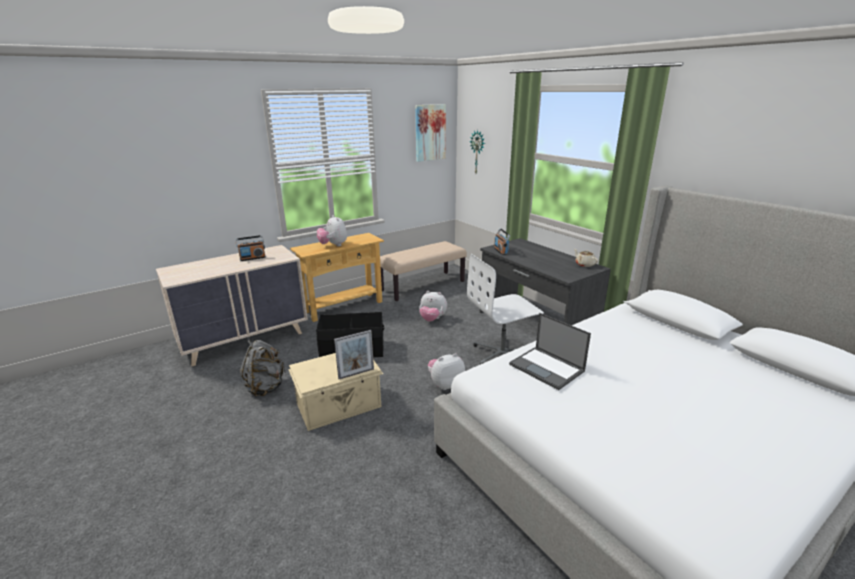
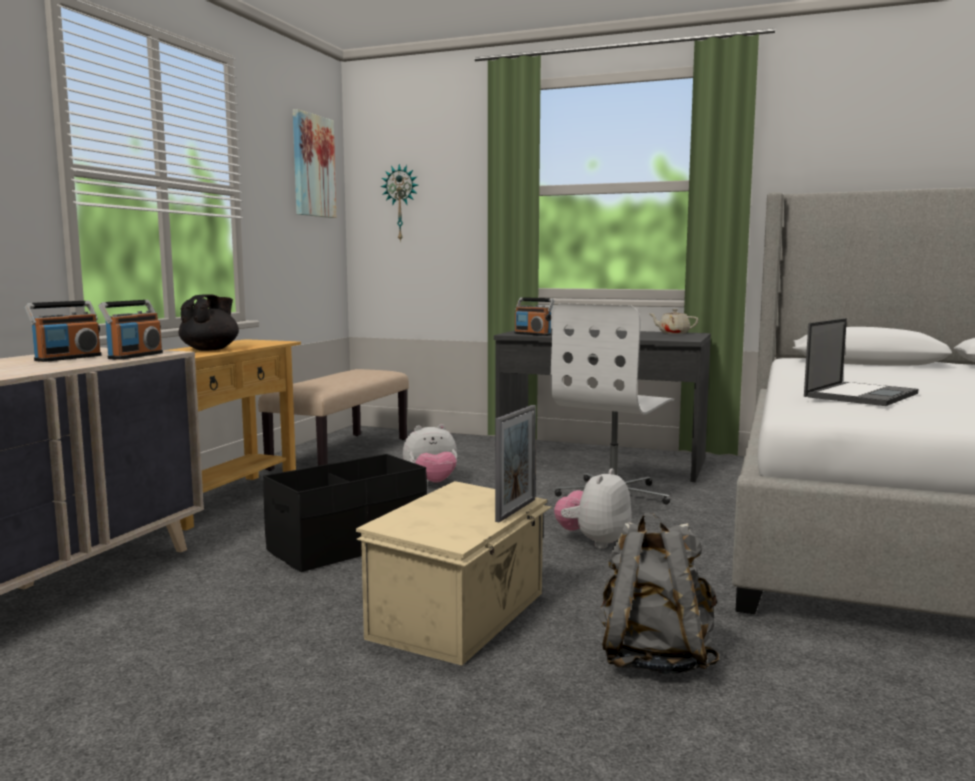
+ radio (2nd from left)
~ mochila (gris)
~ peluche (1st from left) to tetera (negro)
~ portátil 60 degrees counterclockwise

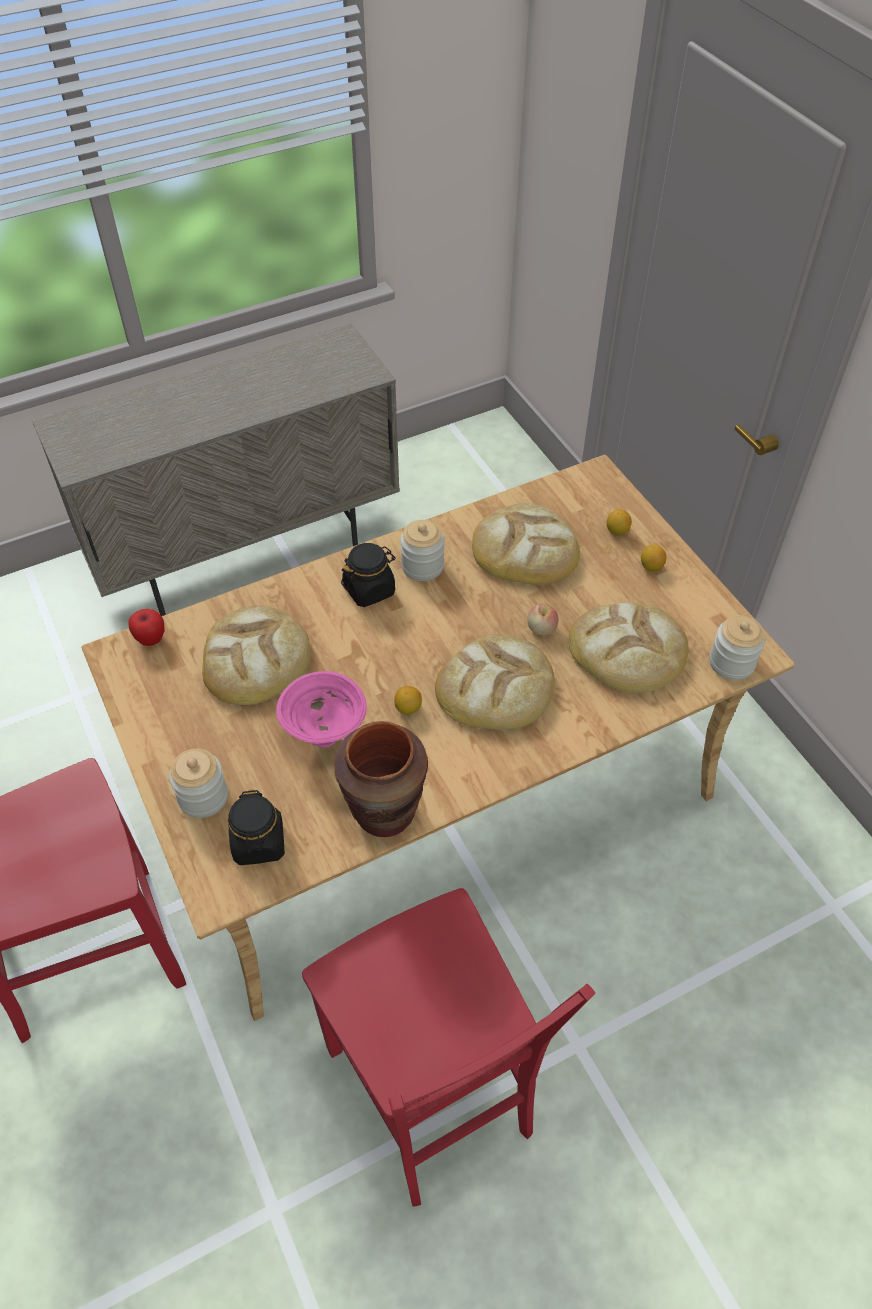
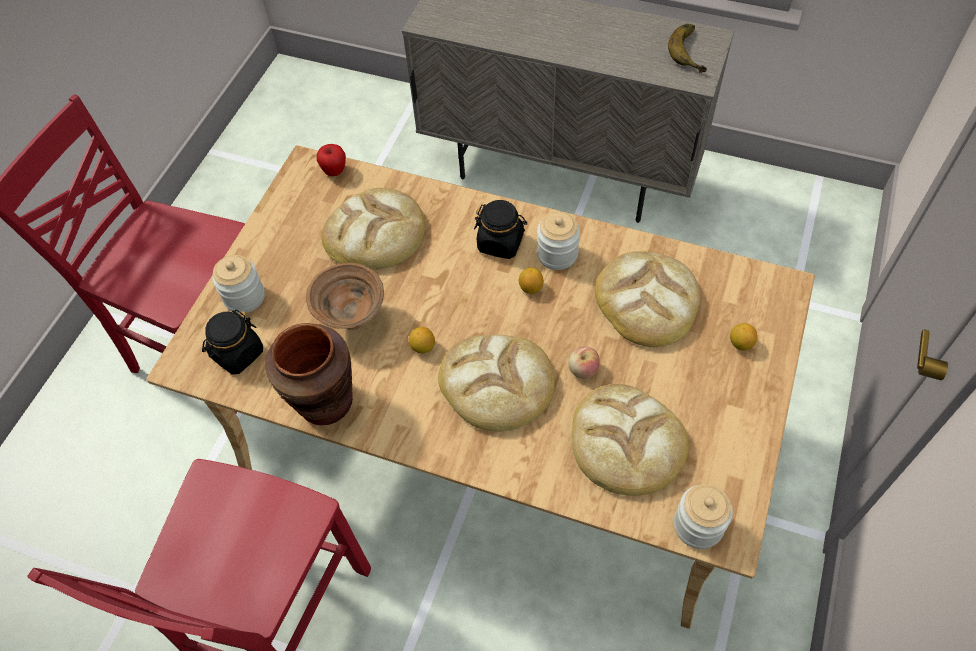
+ plátano
~ limón (3rd from left in the first image) to limón (2nd from left)
~ cuenco (rosa) to cuenco (marrón)

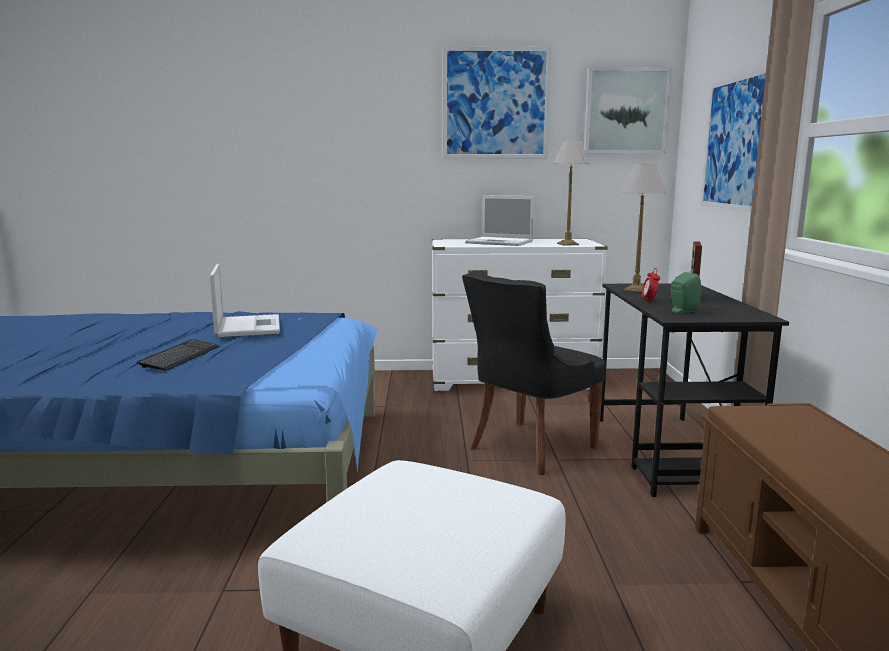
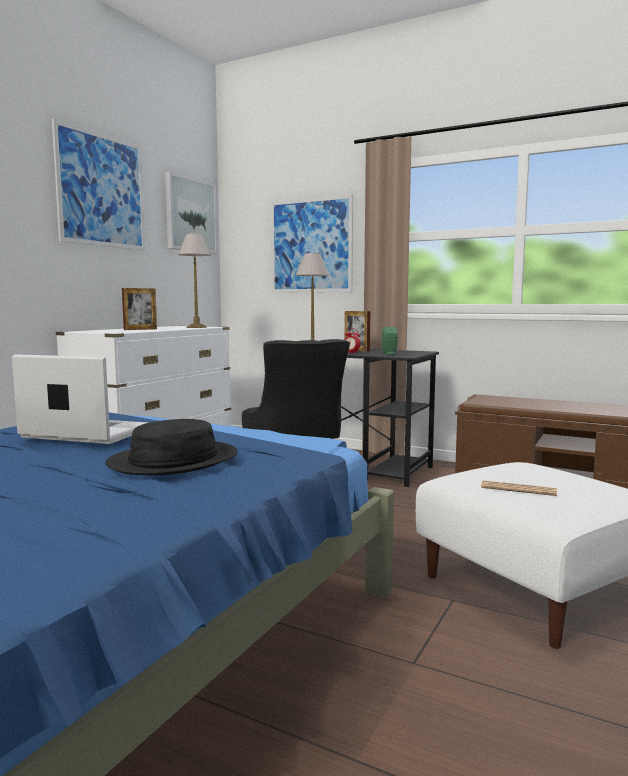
+ periódico
~ teclado to sombrero (negro)
~ portátil (2nd from left) to portarretratos (1st from left)

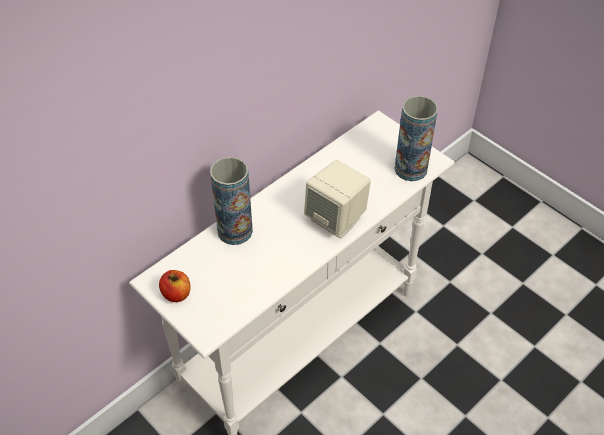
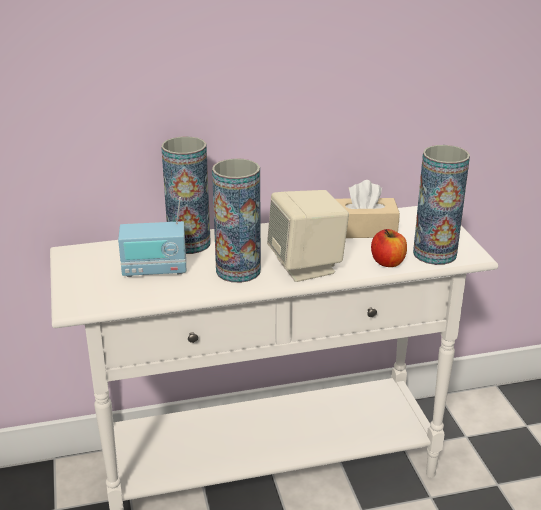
+ radio
+ florero (2nd from left)
+ caja de pañuelos (beis)
~ manzana

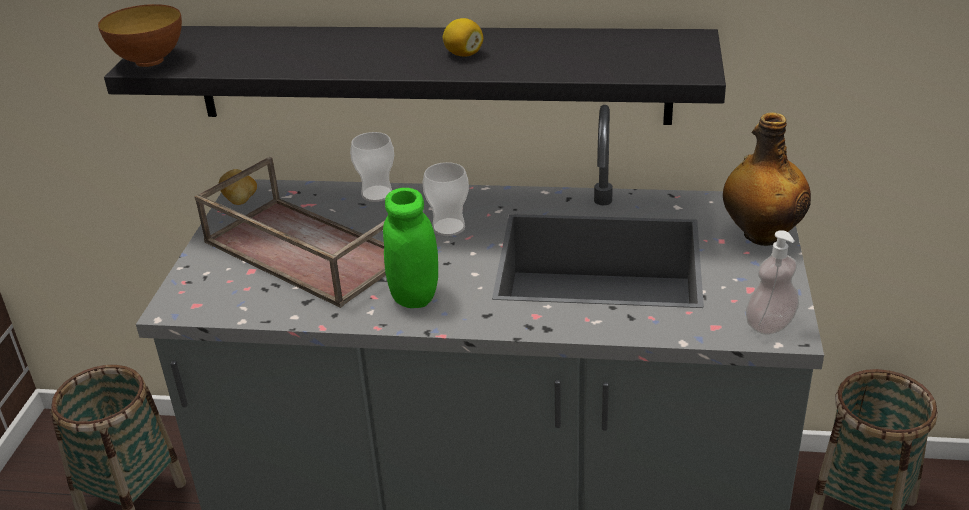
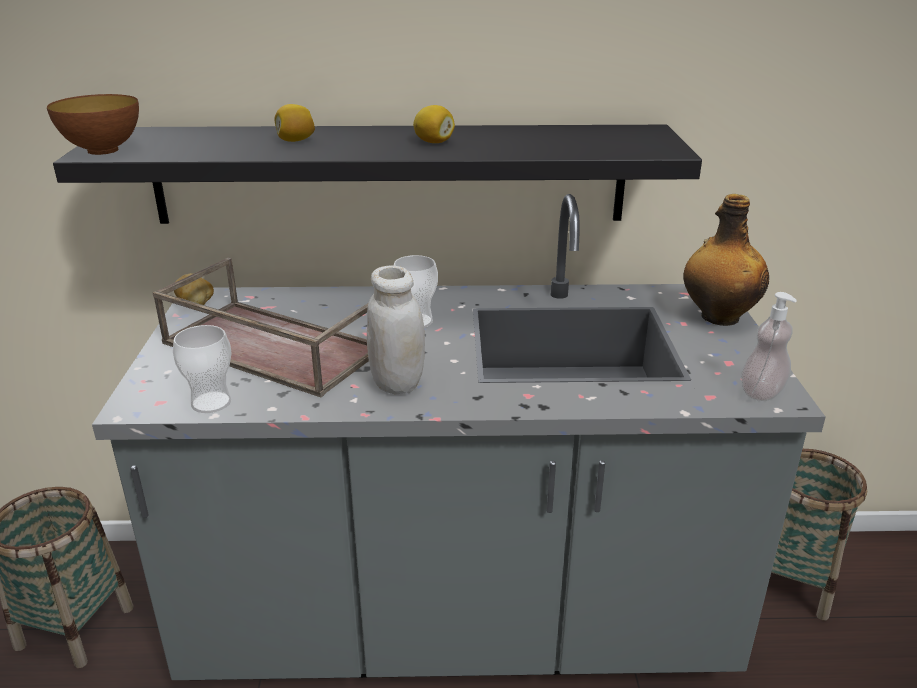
+ limón (1st from left)
~ taza (1st from left)
~ tarro (verde) to tarro (blanco)

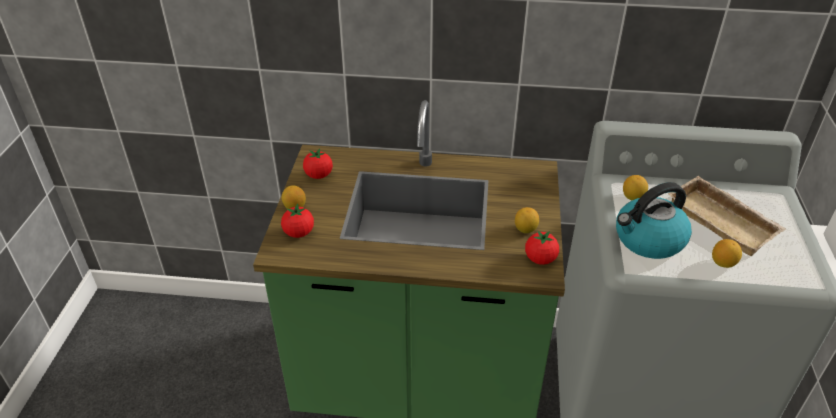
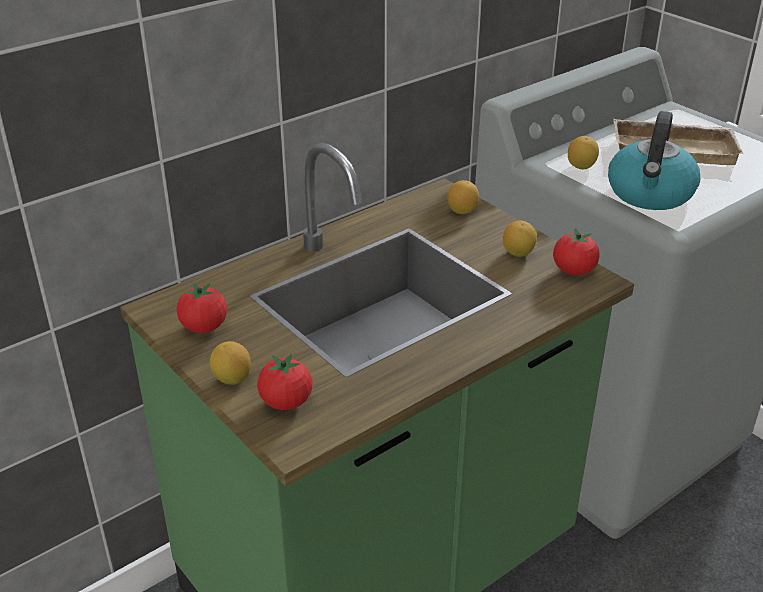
~ limón (4th from left in the first image) to limón (2nd from left)

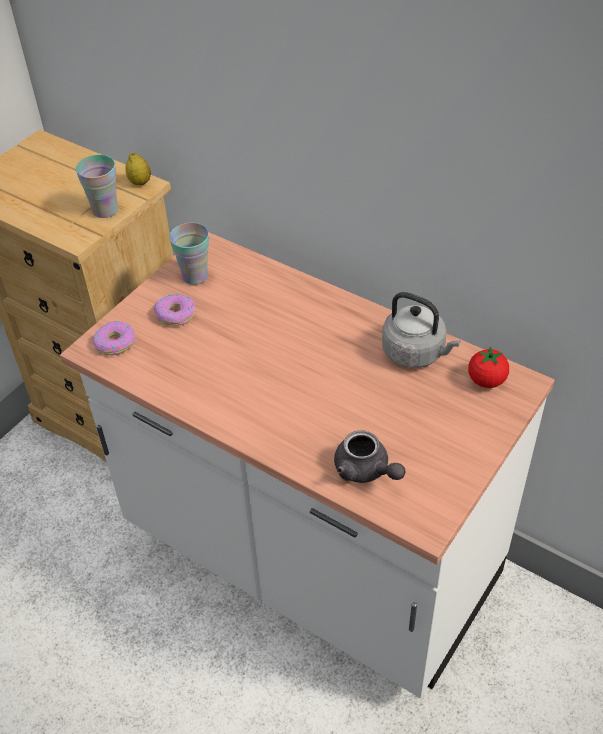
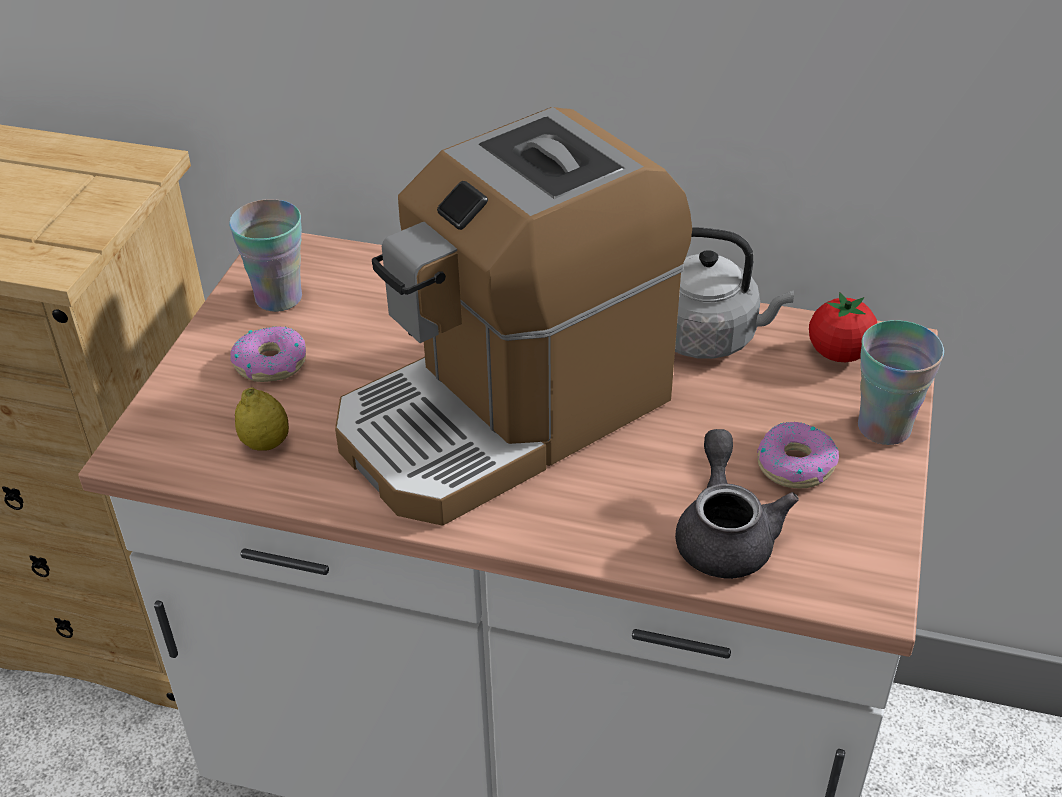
+ cafetera
~ taza (1st from left in the first image) to taza (2nd from left)
~ rosquilla (1st from left in the first image) to rosquilla (2nd from left)
~ limón
~ tetera (gris) 120 degrees counterclockwise

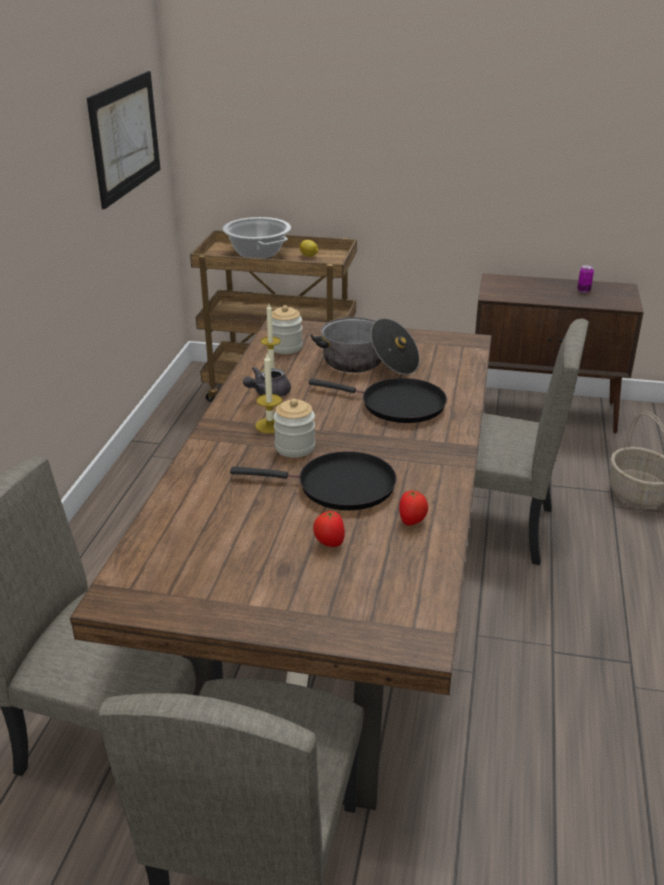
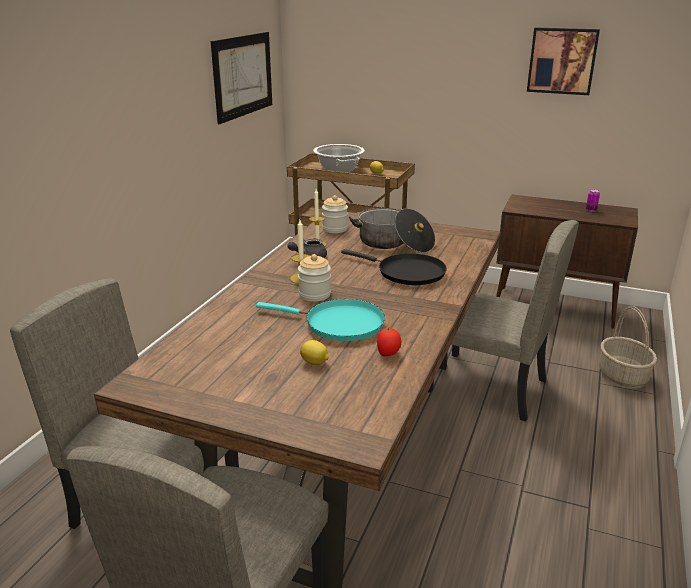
+ cuadro (2nd from left)
~ tomate (1st from left) to limón (1st from left)
~ sartén (negro) (1st from left) to sartén (turquesa)

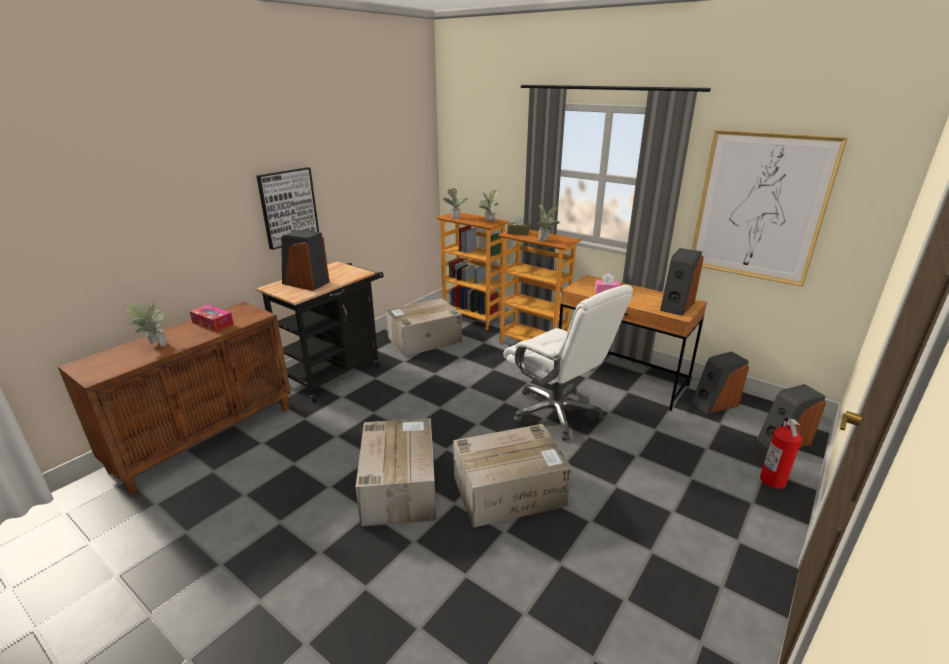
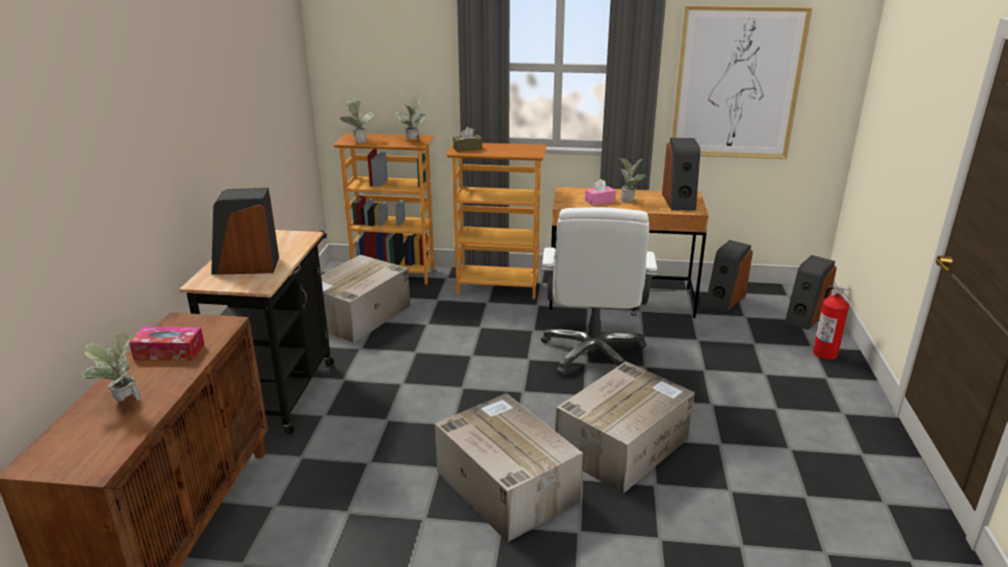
- cuadro (1st from left)
~ planta en maceta (4th from left)
~ silla de oficina (blanco) 75 degrees clockwise

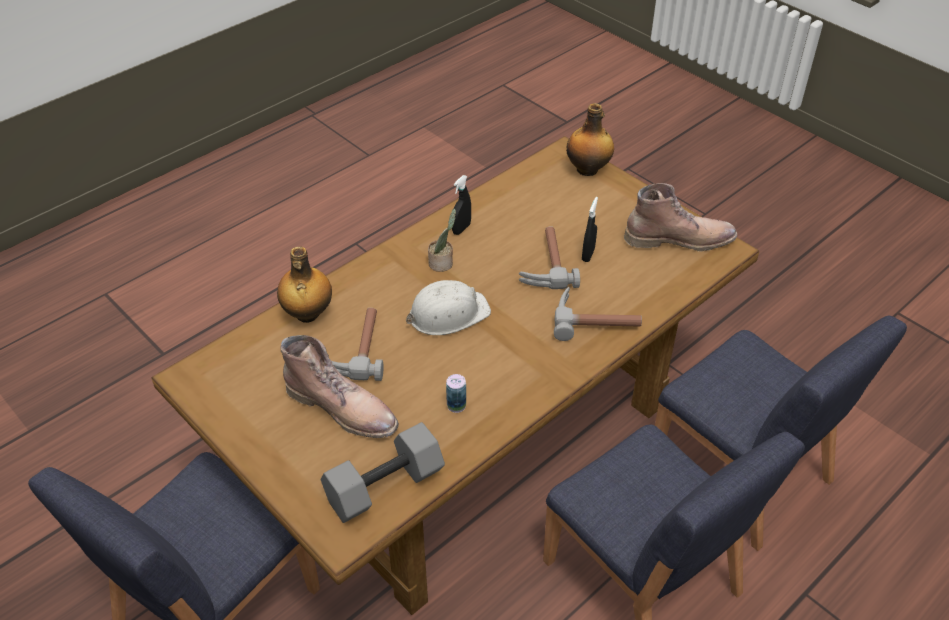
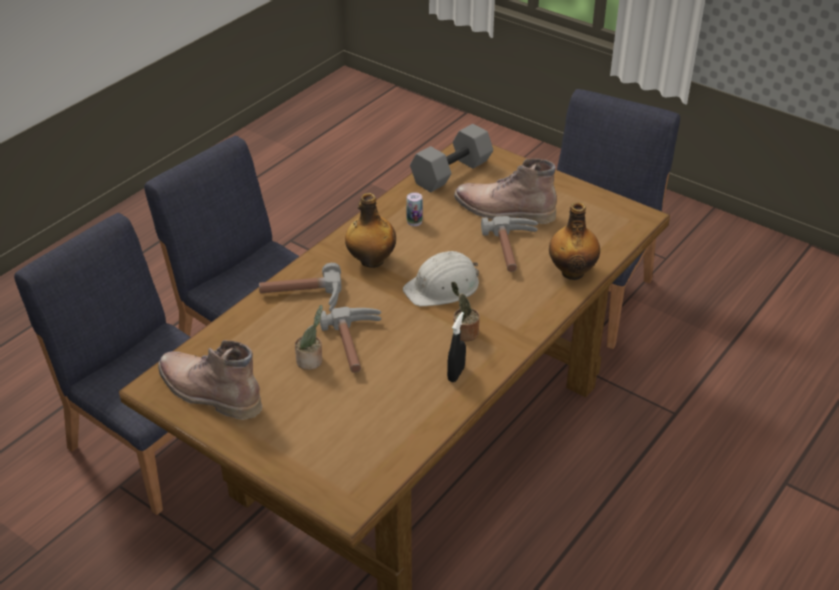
~ botella (2nd from left in the first image) to botella (1st from left)
~ pulverizador (negro) (2nd from left) to planta en maceta (1st from left)
~ bota (marrón) (2nd from left in the first image) 45 degrees clockwise

